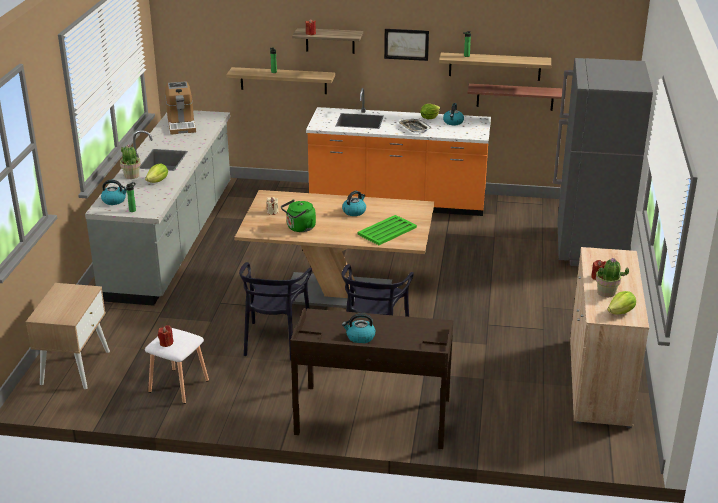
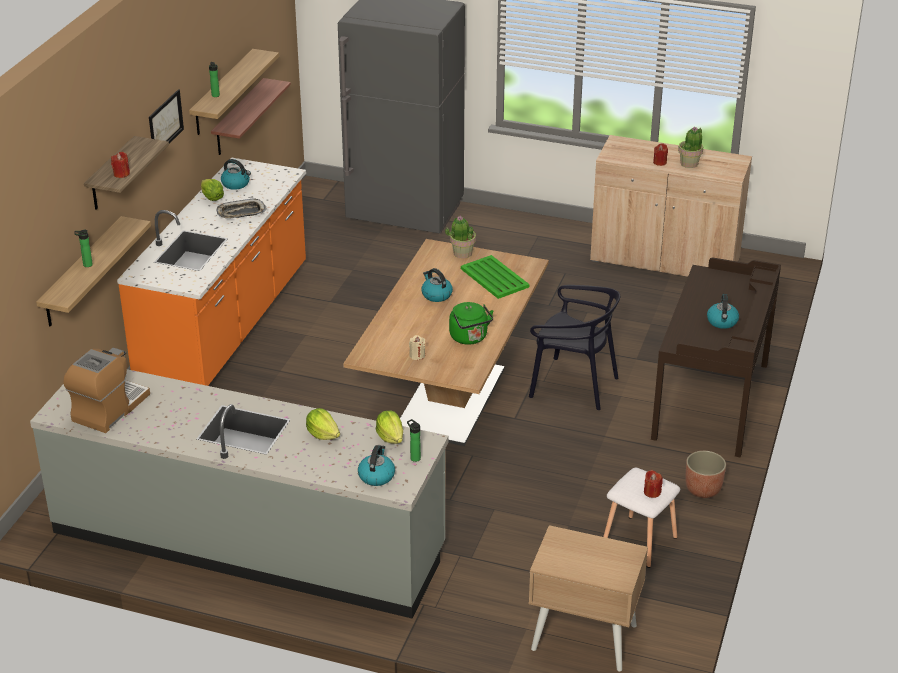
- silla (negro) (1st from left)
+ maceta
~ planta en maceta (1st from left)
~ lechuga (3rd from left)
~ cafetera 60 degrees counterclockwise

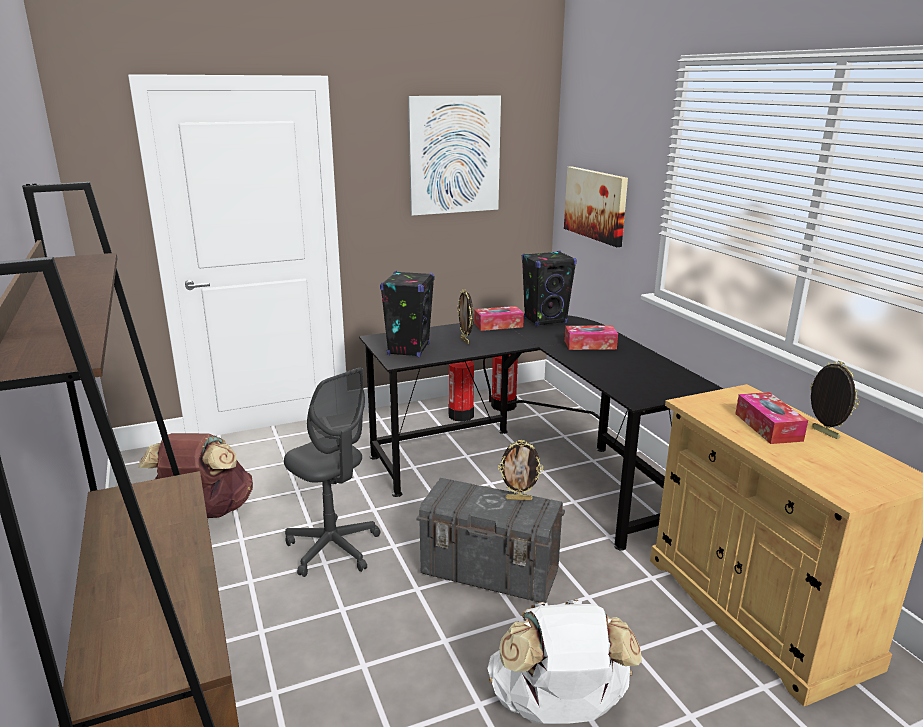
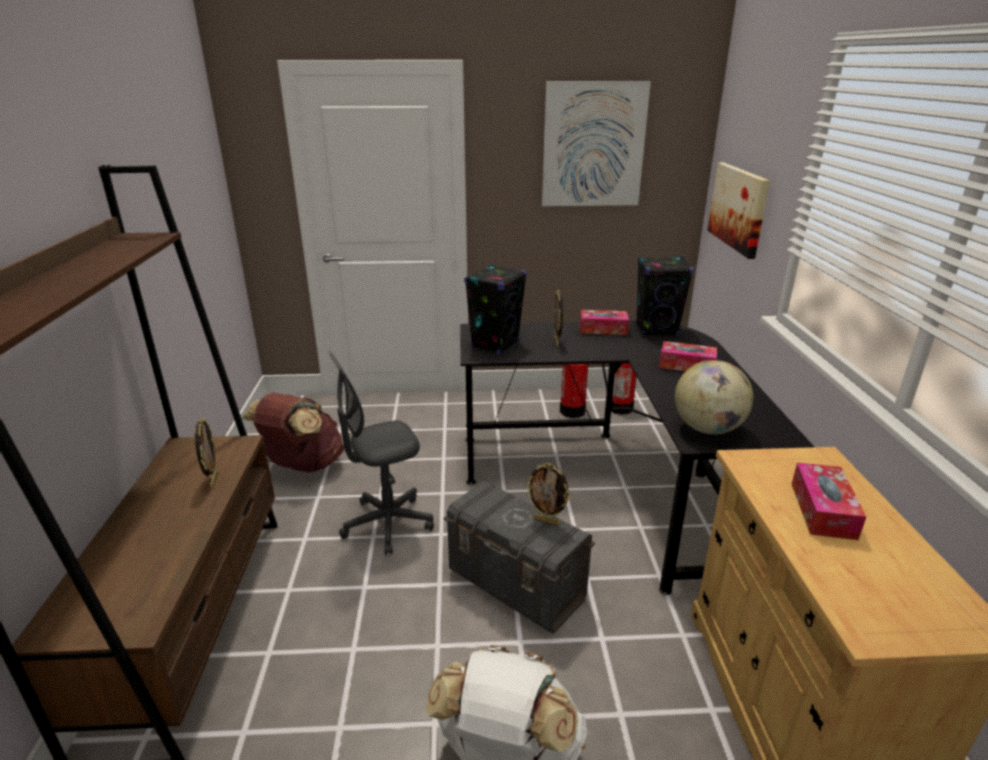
+ globo terráqueo
~ portarretratos (3rd from left in the first image) to portarretratos (1st from left)
~ silla de oficina (gris) 90 degrees clockwise

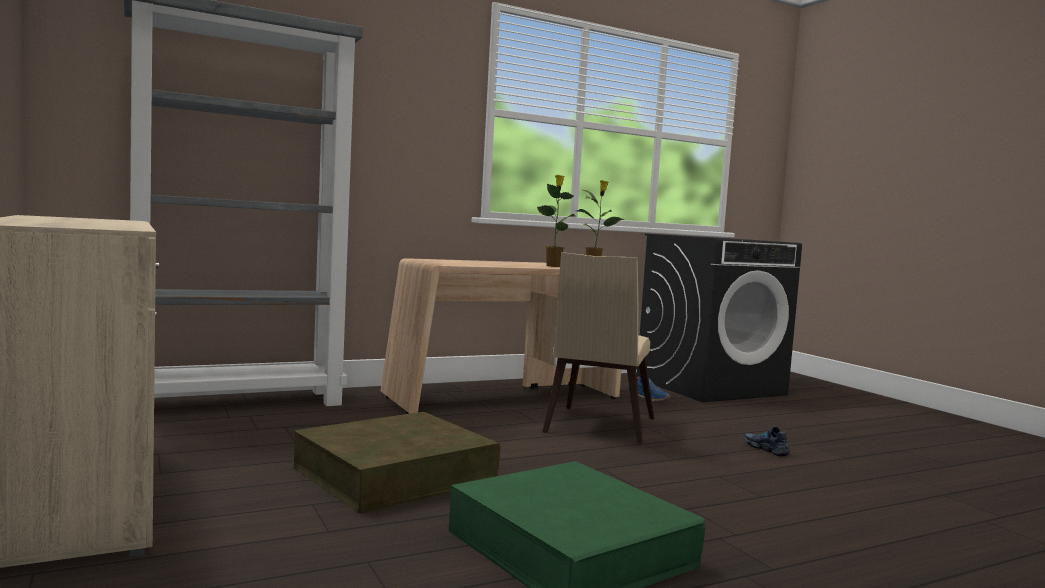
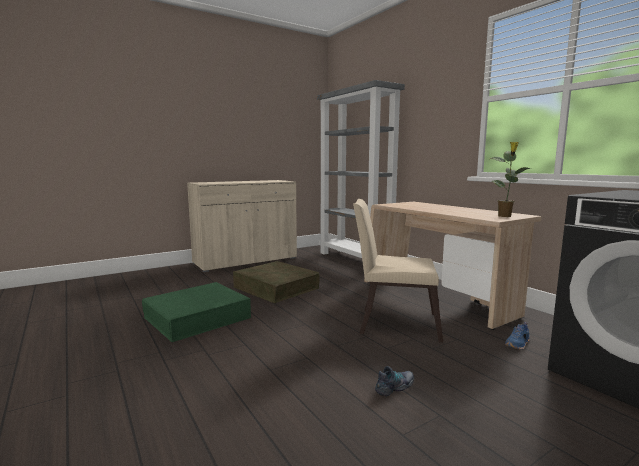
- planta en maceta (1st from left)

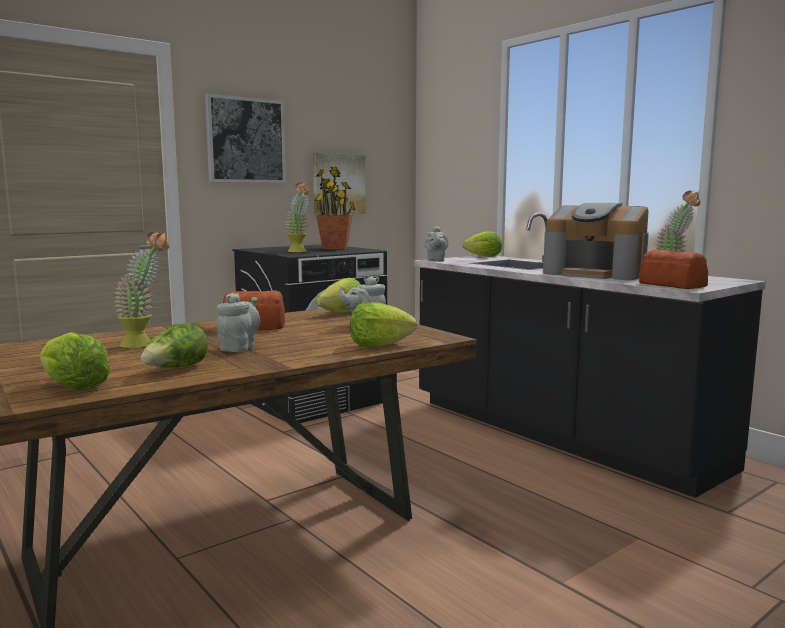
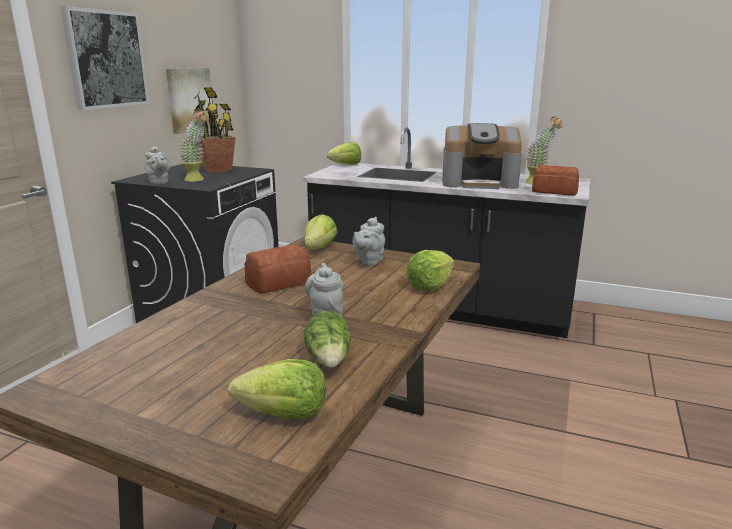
- planta en maceta (1st from left)
~ tetera (gris) (3rd from left in the first image) to tetera (gris) (1st from left)

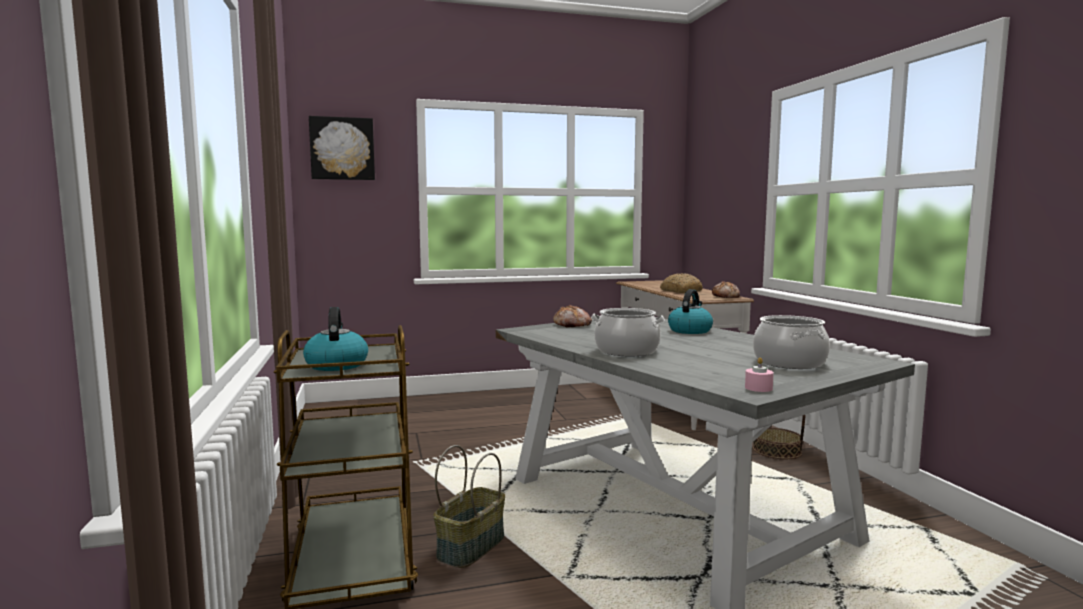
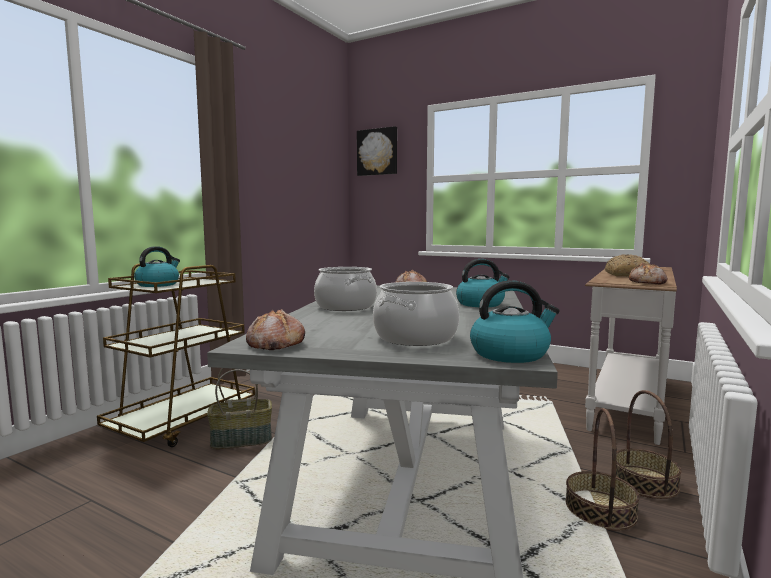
+ hervidor (3rd from left)
+ cesta (2nd from left)
~ vela (rosa) to pan (1st from left)

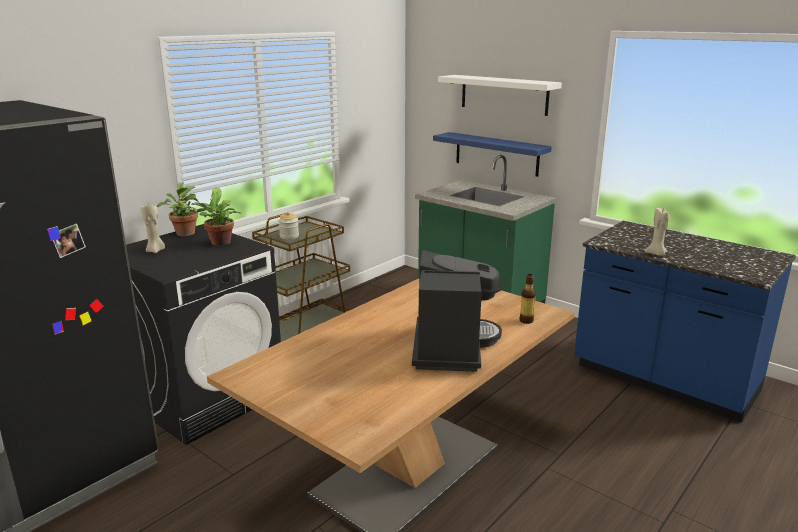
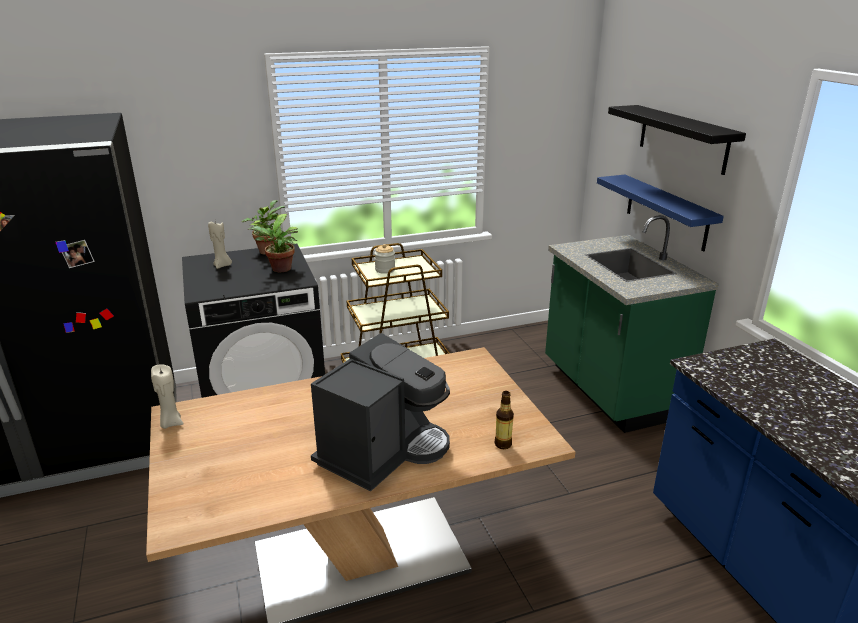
~ vela (beis) (2nd from left in the first image) to vela (beis) (1st from left)
~ estante (blanco) to estante (negro)

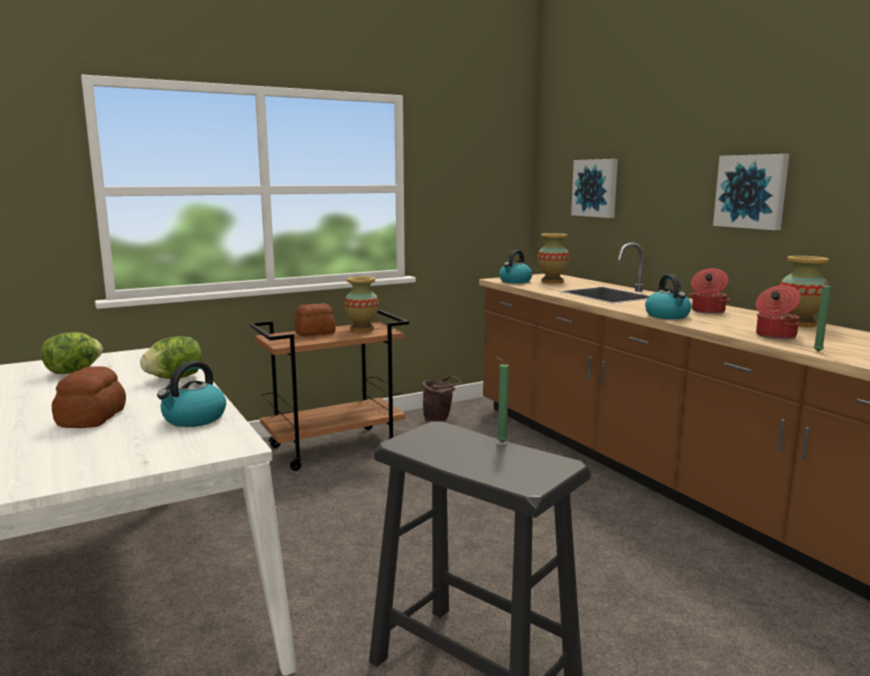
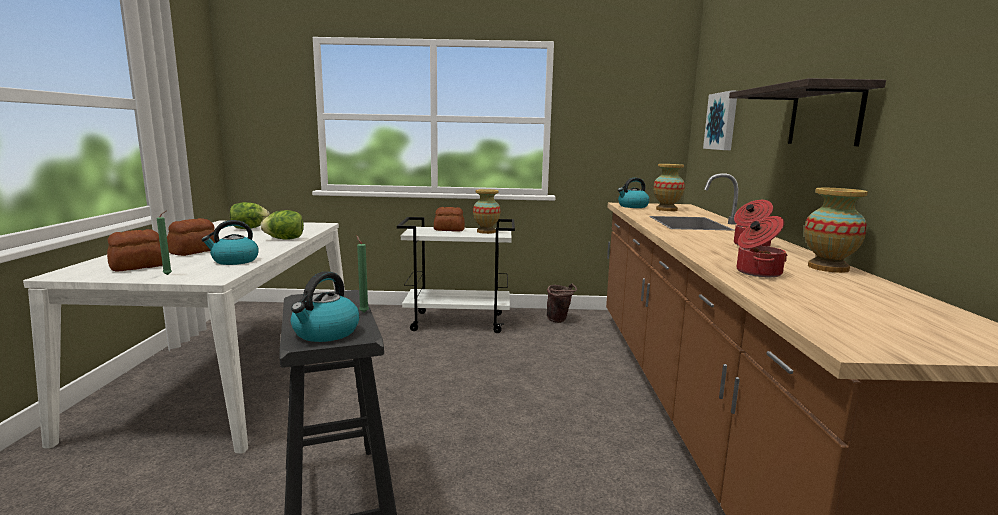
+ pan (1st from left)
~ hervidor (3rd from left in the first image) to hervidor (2nd from left)
~ vela (verde) (2nd from left in the first image) to vela (verde) (1st from left)
~ cuadro (2nd from left) to estante
~ carrito (marrón) to carrito (blanco)

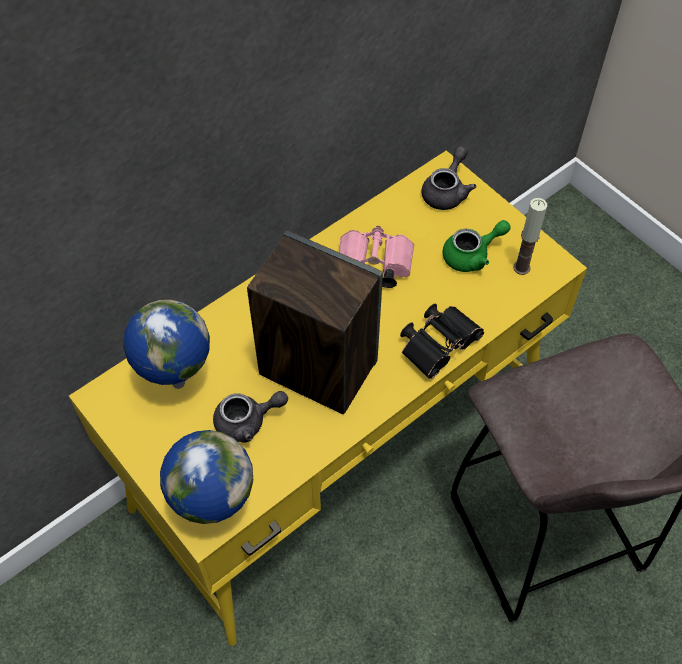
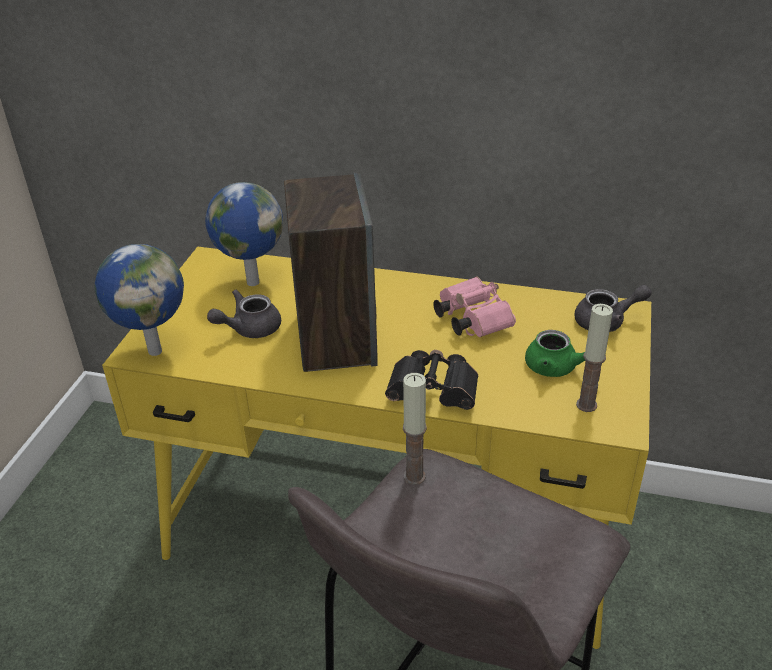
+ vela (1st from left)
~ tetera (gris) (1st from left) 105 degrees clockwise

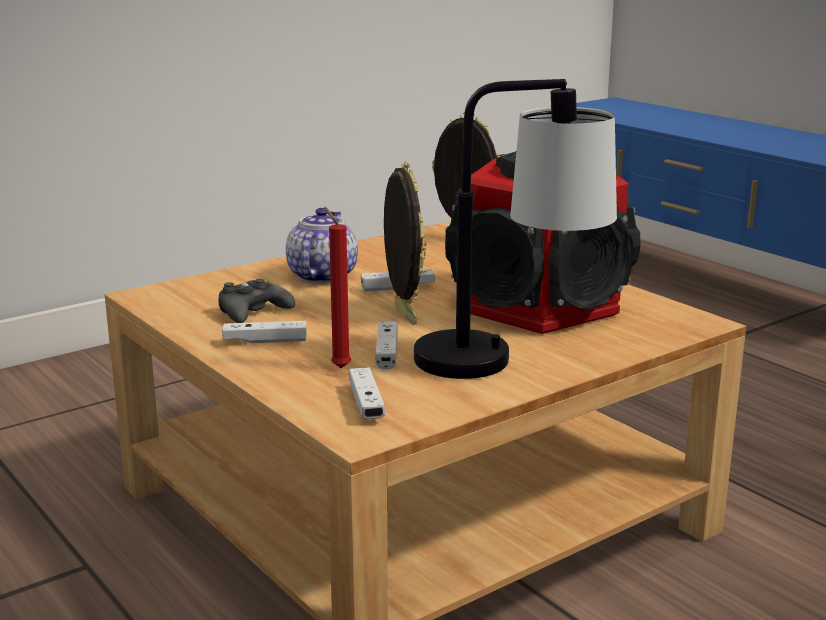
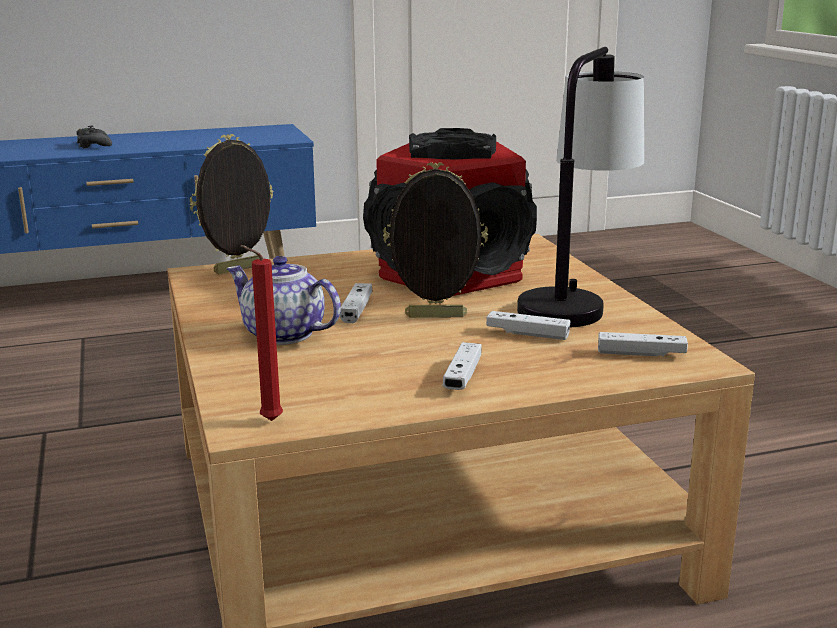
~ mando de consola (negro)
~ vela (rojo)

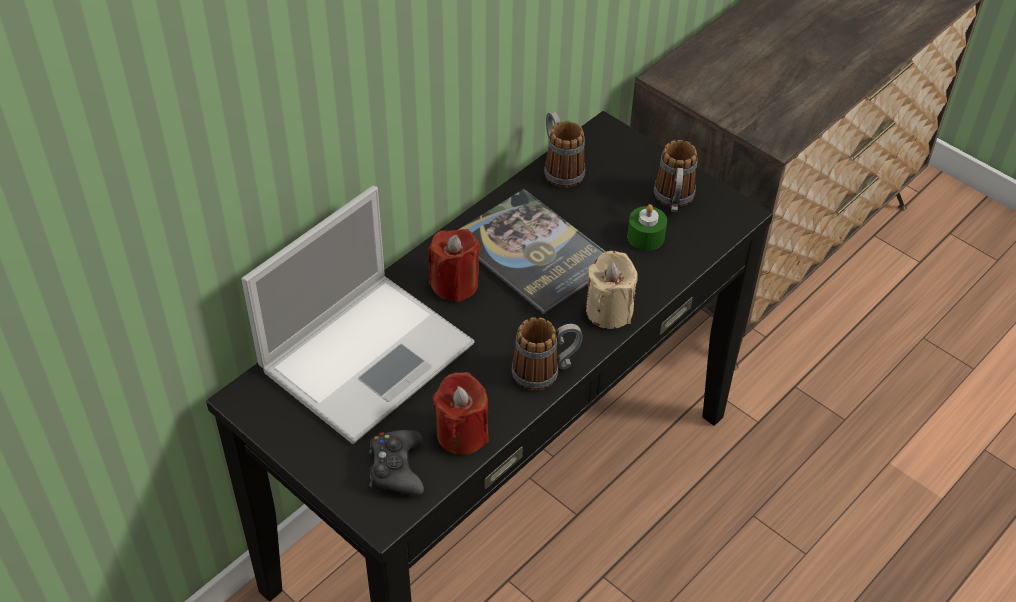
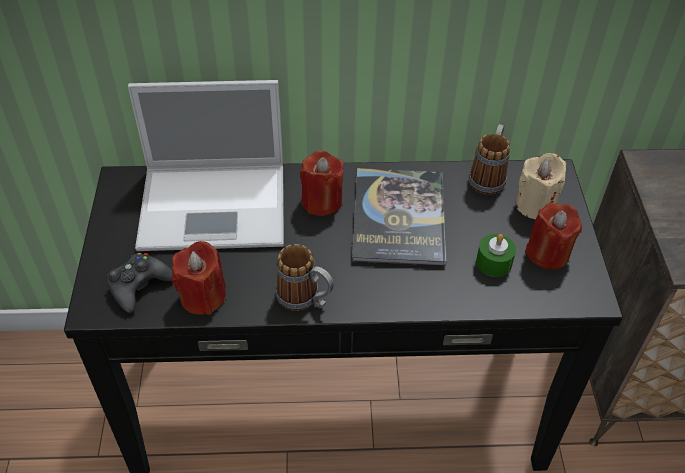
~ vela (beis)
~ taza grande (3rd from left) to vela (rojo) (3rd from left)

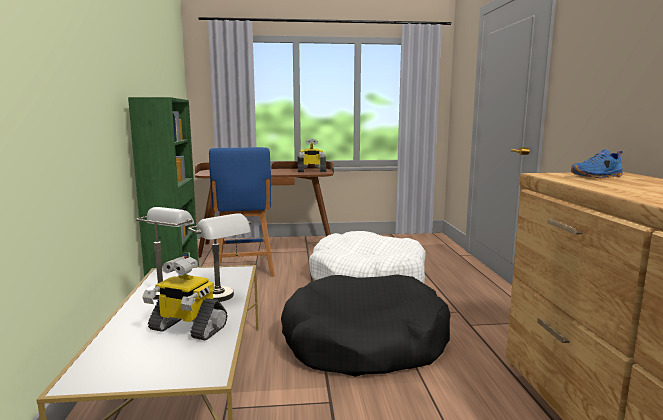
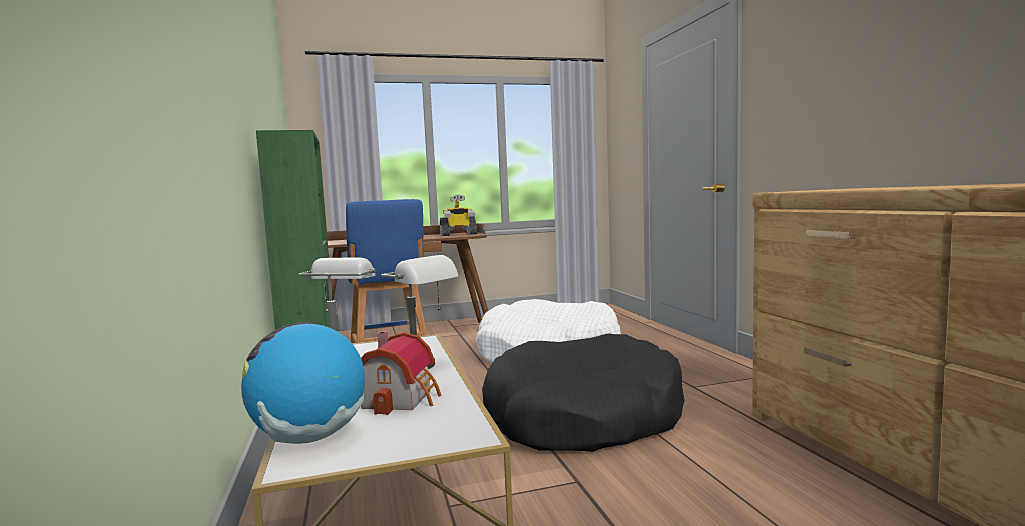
- zapato (azul)
+ globo terráqueo
~ robot de juguete (1st from left) to casita

